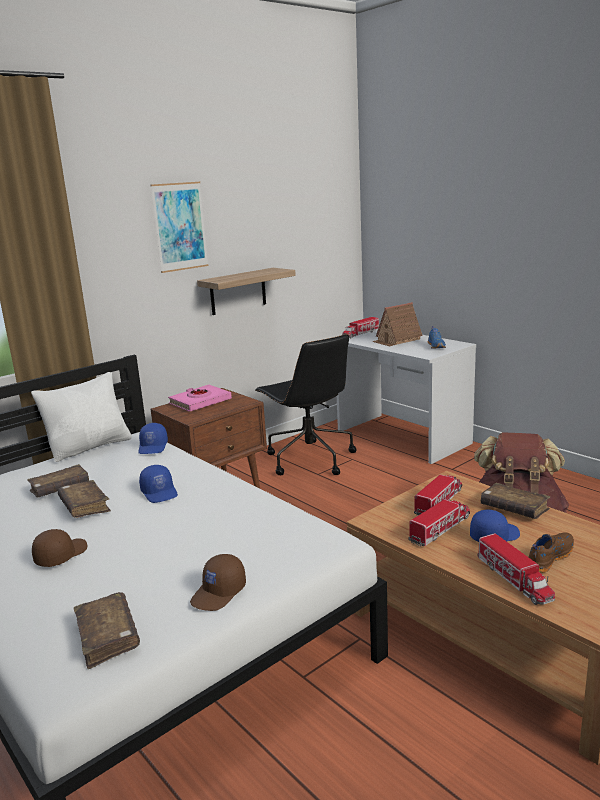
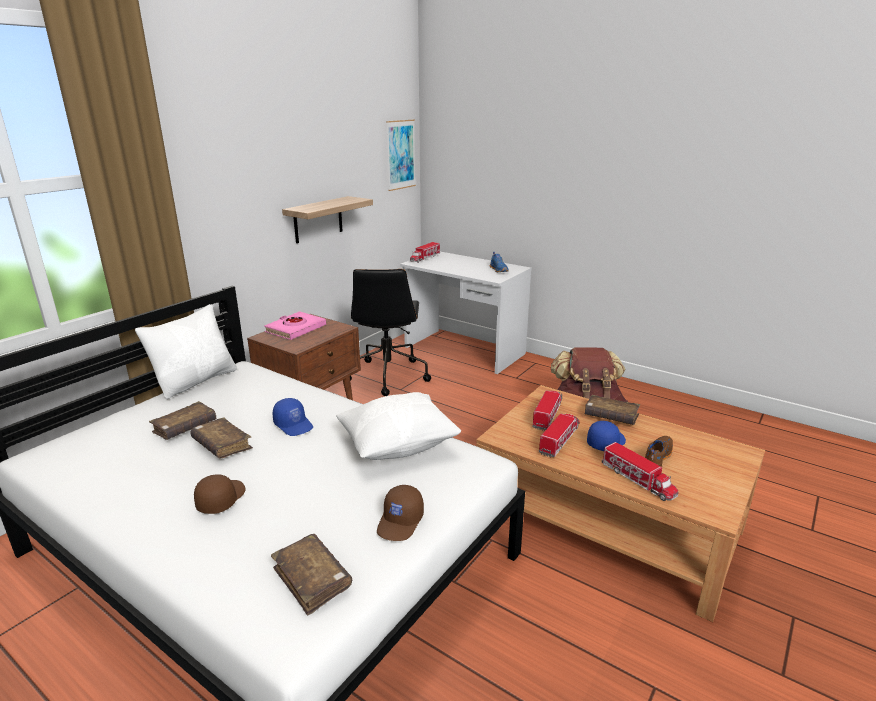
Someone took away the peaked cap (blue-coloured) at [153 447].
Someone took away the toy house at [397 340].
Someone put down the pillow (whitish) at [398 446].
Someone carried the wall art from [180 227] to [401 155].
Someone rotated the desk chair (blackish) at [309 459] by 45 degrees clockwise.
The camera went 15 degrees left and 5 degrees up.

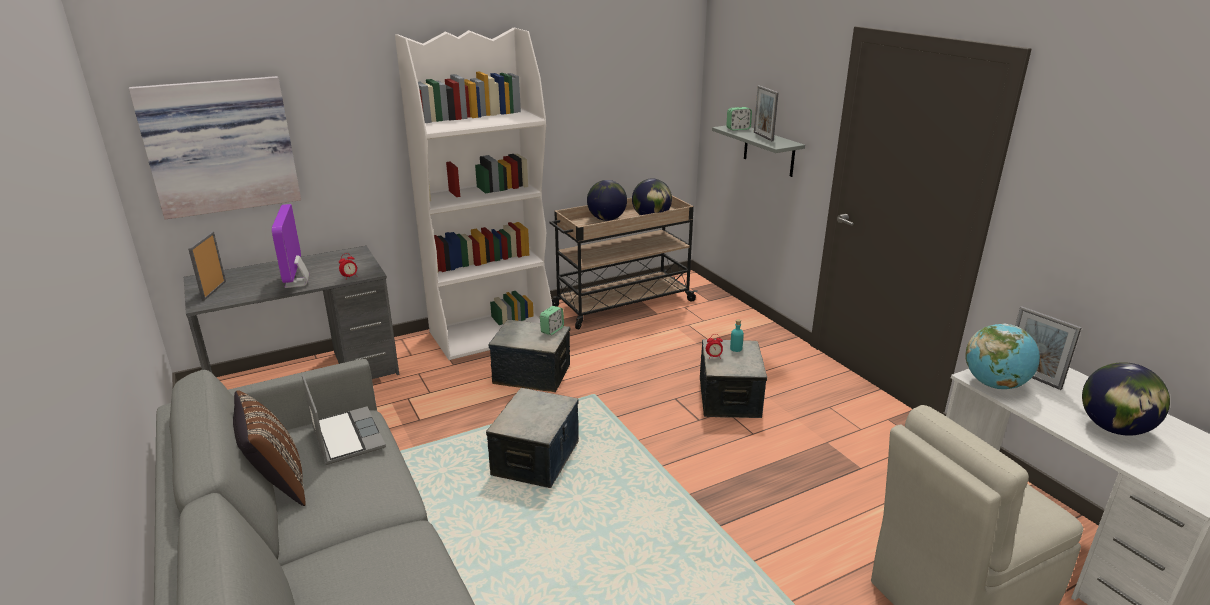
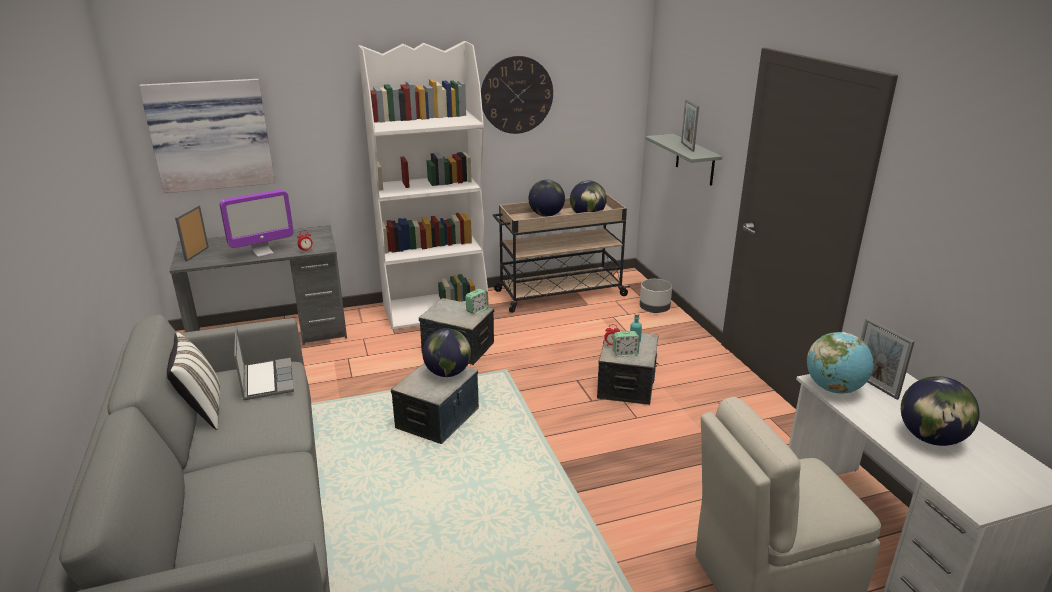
Someone put down the globe at [447 373].
Someone put up the clock on the wall at [516 95].
Someone put down the flower pot (greyish) at [654 310].
Someone carried the bedside clock from [738 129] to [625 353].
Someone repainted the pillow (brown-coloured) at [277 484], which became the pillow (whitish) at [202 411].
Someone rotated the computer screen at [297 283] by 120 degrees counterclockwise.
The camera went 10 degrees right and 0 degrees up.

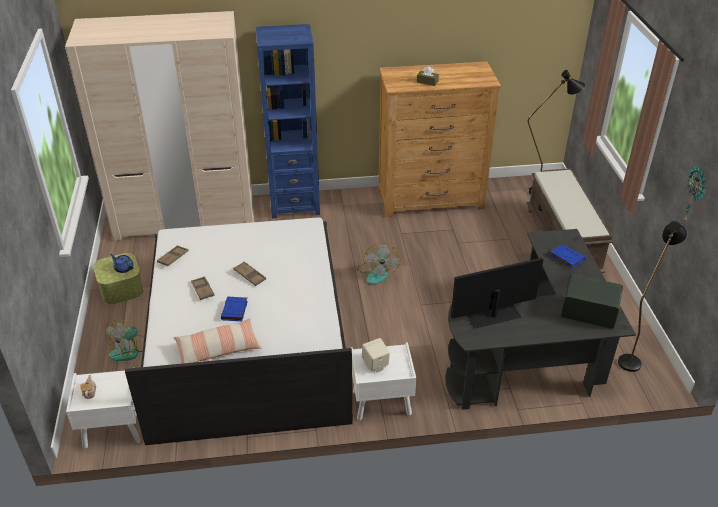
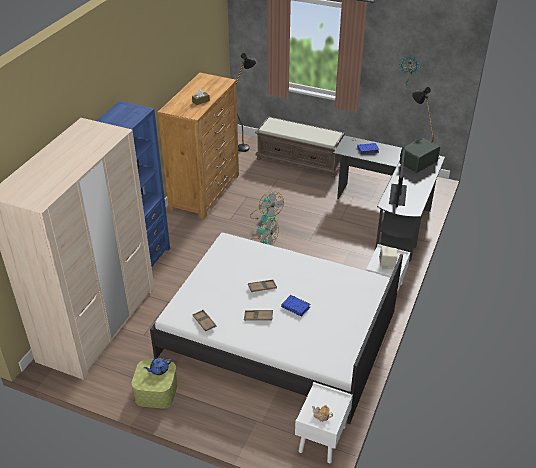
Someone took away the pillow at [218 349].
Someone carried the cooling fan from [130 350] to [266 216].
The camera went 60 degrees left and 0 degrees up.

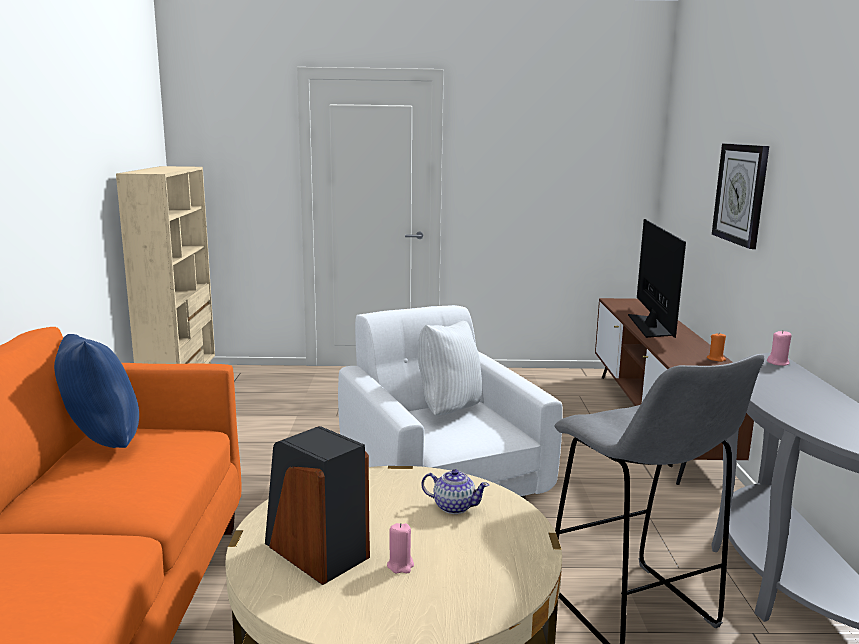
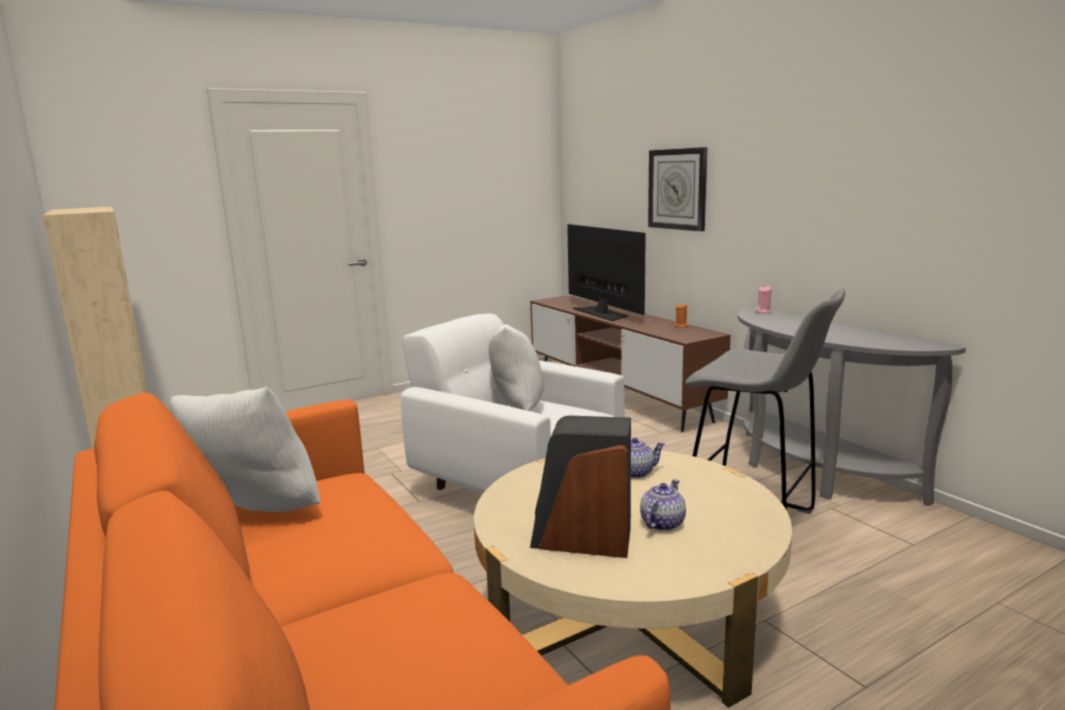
Someone swapped the wax candle (pink) at [400 565] for the tea pot at [661 523].
Someone repainted the pillow (blue-coloured) at [100 443], which became the pillow (whitish) at [254 515].
The camera went 30 degrees left and 0 degrees up.

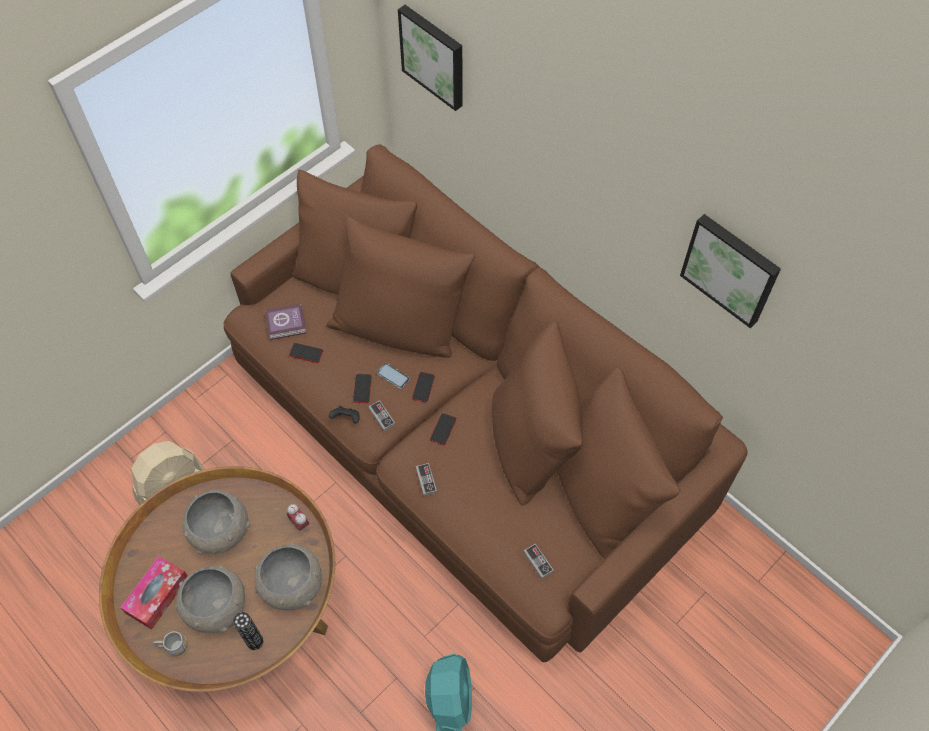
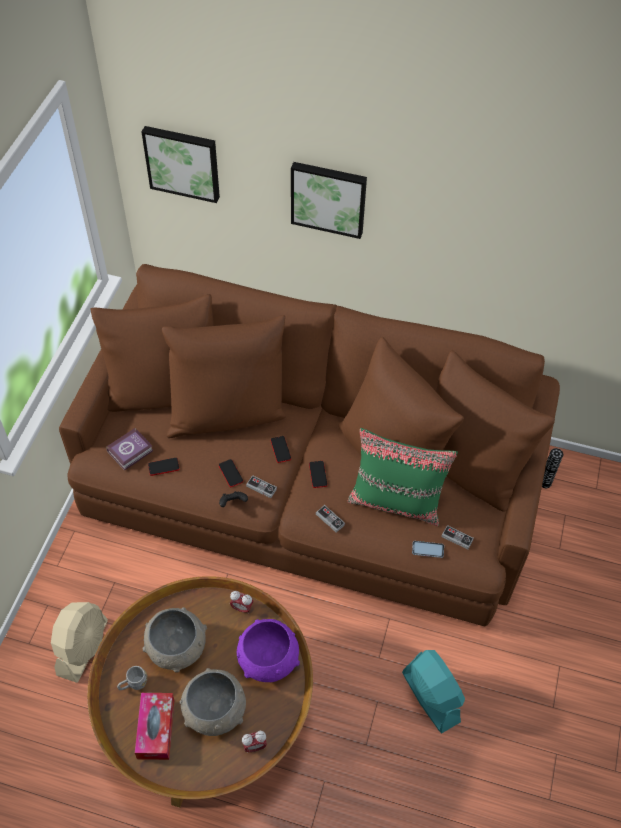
Someone put down the bedside clock at [254 746].
Someone put down the pillow (green-coloured) at [396 501].
Someone carried the coffee mug (greyish) from [173 647] to [133 684].
Someone carried the decorative vase from [255 641] to [545 483].
Someone carried the phone from [393 376] to [428 549].
Someone carried the wall art from [731 268] to [328 198].
Someone repainted the bowl (greyish) at [292 585], which became the bowl (purple) at [268 660].
The camera went 30 degrees left and 5 degrees down.

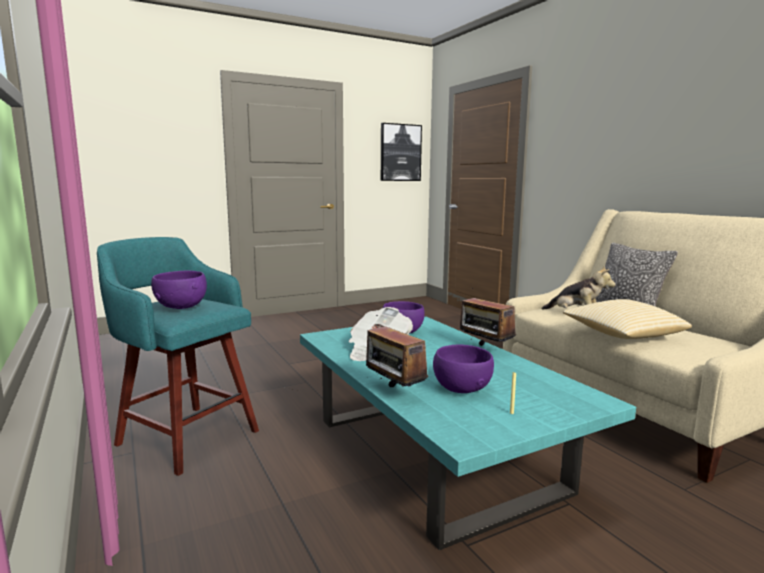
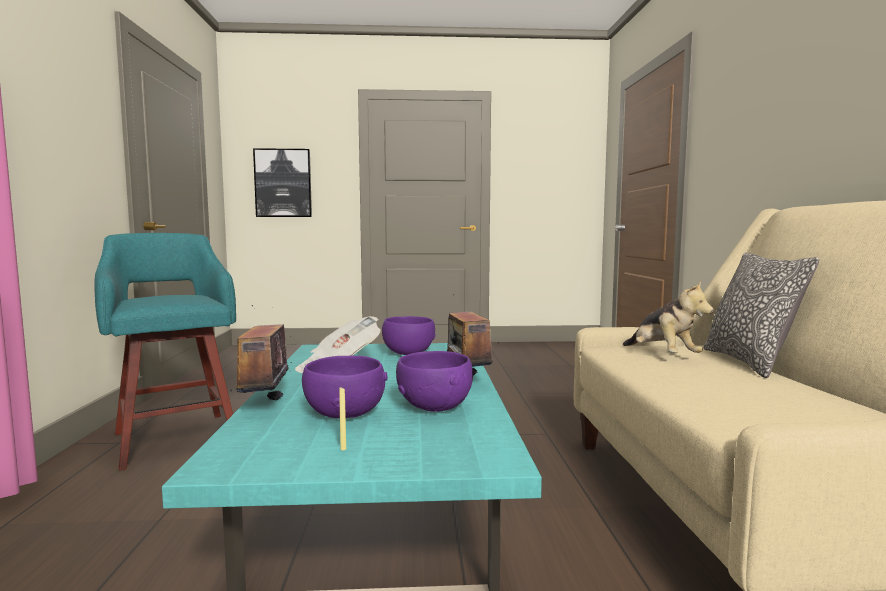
Someone took away the pillow at [622 335].
Someone carried the bowl (purple) from [181 307] to [435 407].
Someone carried the wall art from [400 152] to [283 183].
The camera went 25 degrees right and 5 degrees down.

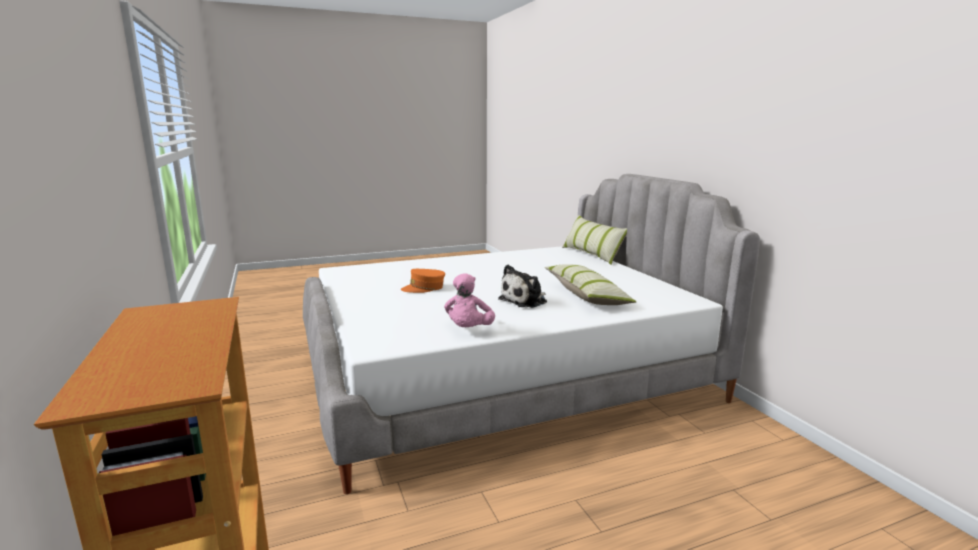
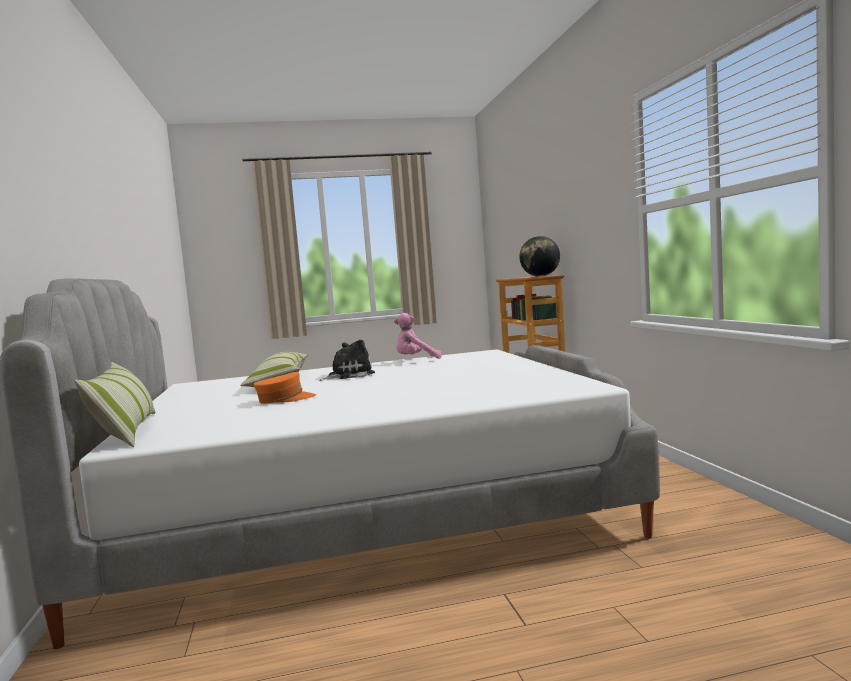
Someone put down the globe at [540 276].
Someone carried the peaked cap (orange-coloured) from [424 288] to [285 399].
Someone rotated the soft toy (pink) at [468 330] by 120 degrees counterclockwise.
The camera went 170 degrees left and 10 degrees down.

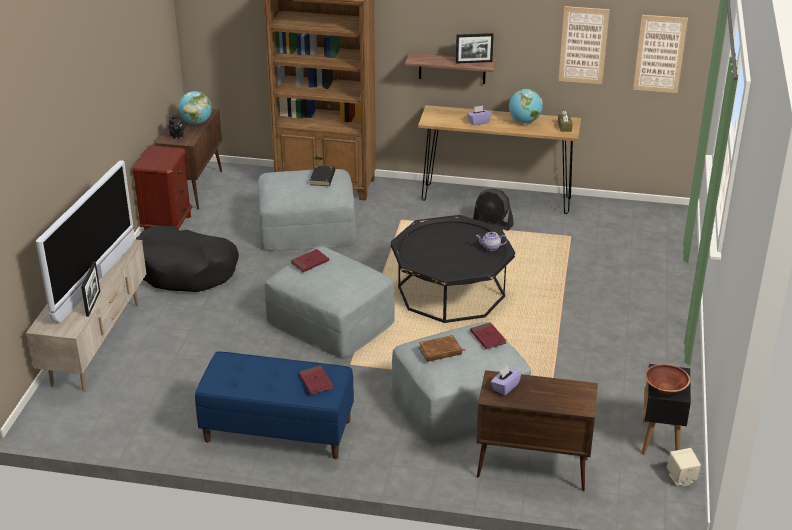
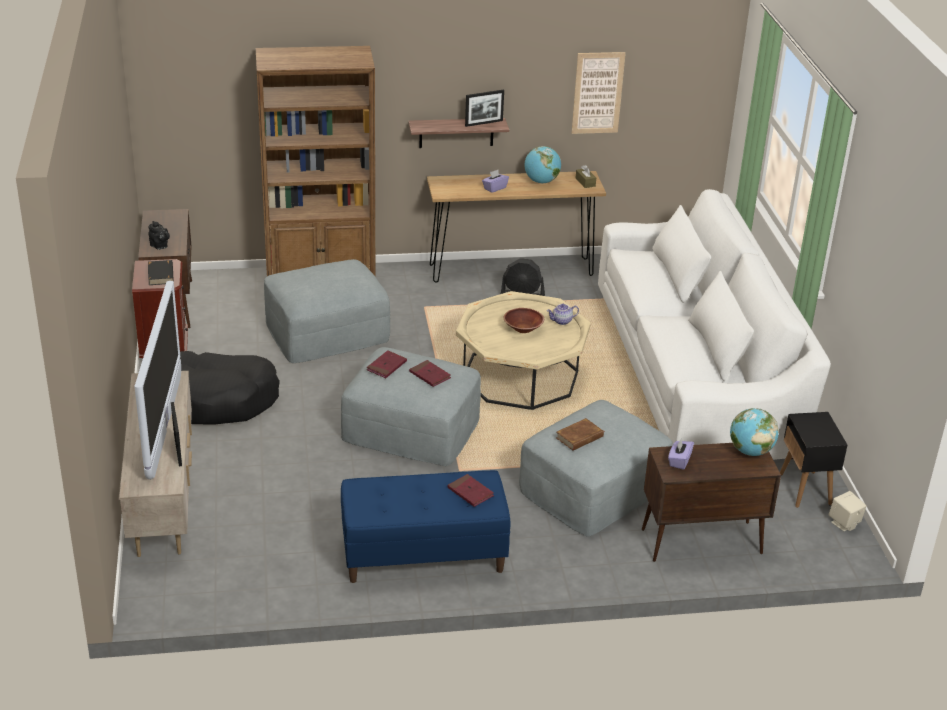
Someone took away the wall art at [660 54].
Someone put down the settee (whitish) at [695 369].
Someone carried the globe from [196 122] to [750 451].
Someone carried the book (blackish) from [322 178] to [161 275].
Someone carried the book (red) from [488 337] to [430 375].
Someone carried the bowl (brown-coloured) from [665 388] to [523 329].
Someone repainted the coffee table (blackish) at [451 292], which became the coffee table (beige) at [520 376].
The camera went 20 degrees left and 0 degrees up.

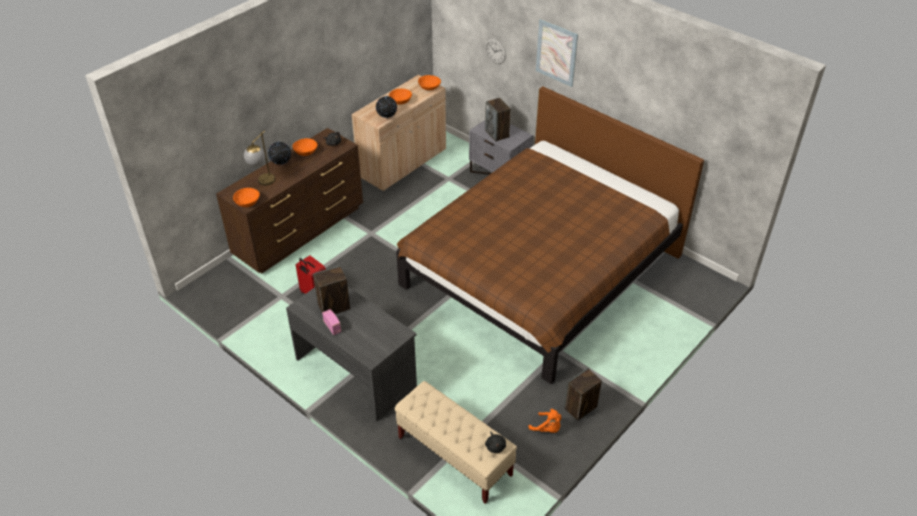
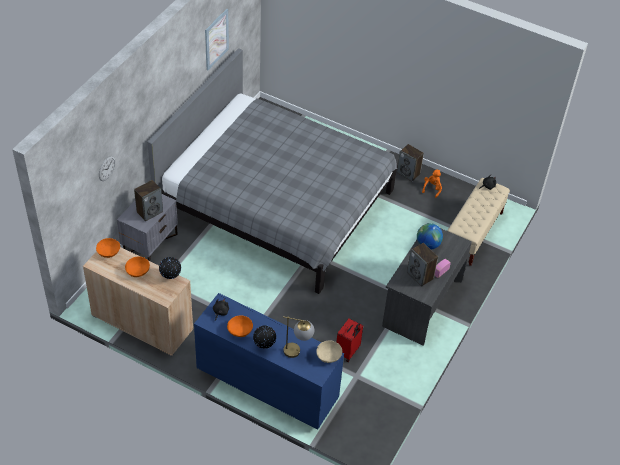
Someone put down the globe at [428 245].
Someone carried the wall art from [556 52] to [216 39].
Someone repainted the dresser (brown-coloured) at [300 231], which became the dresser (blue-coloured) at [266 385].
Someone repainted the bowl (orange-coloured) at [248 203], which became the bowl (beige) at [328 356].
Someone repainted the sleeping bed (brown-coloured) at [540 270], which became the sleeping bed (greyish) at [277 204].
The camera went 105 degrees left and 5 degrees up.

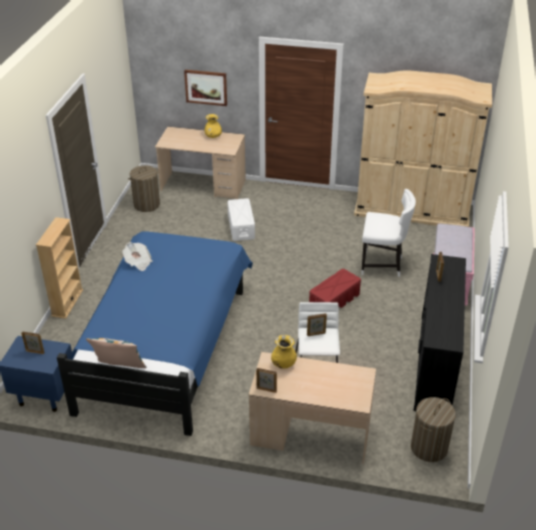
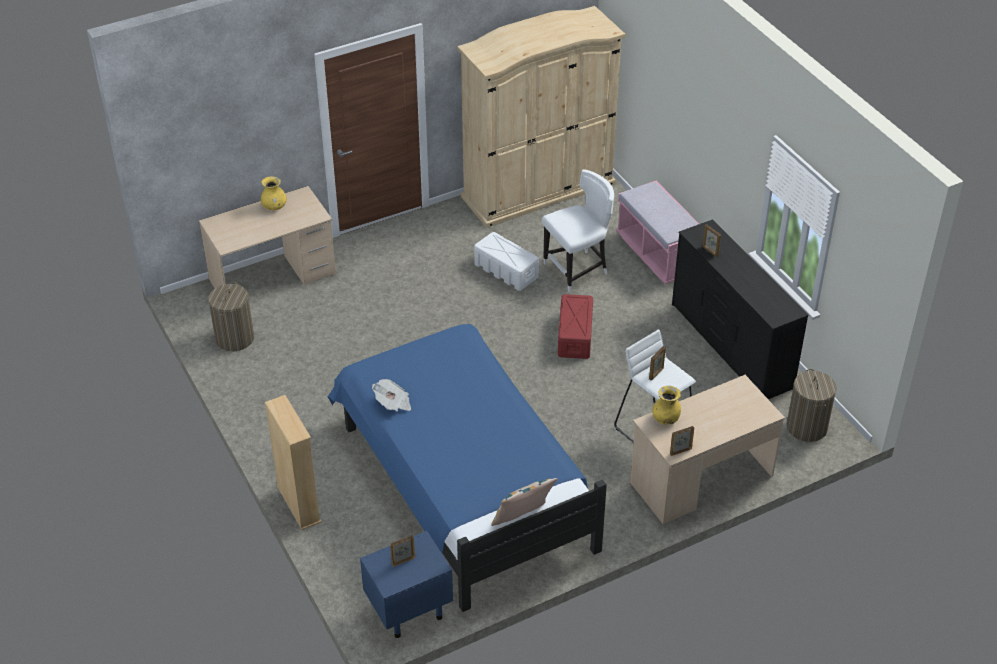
Someone took away the wall art at [206 87].
Someone carried the storage box (whitish) from [241 227] to [506 270].
The camera went 40 degrees left and 5 degrees up.

